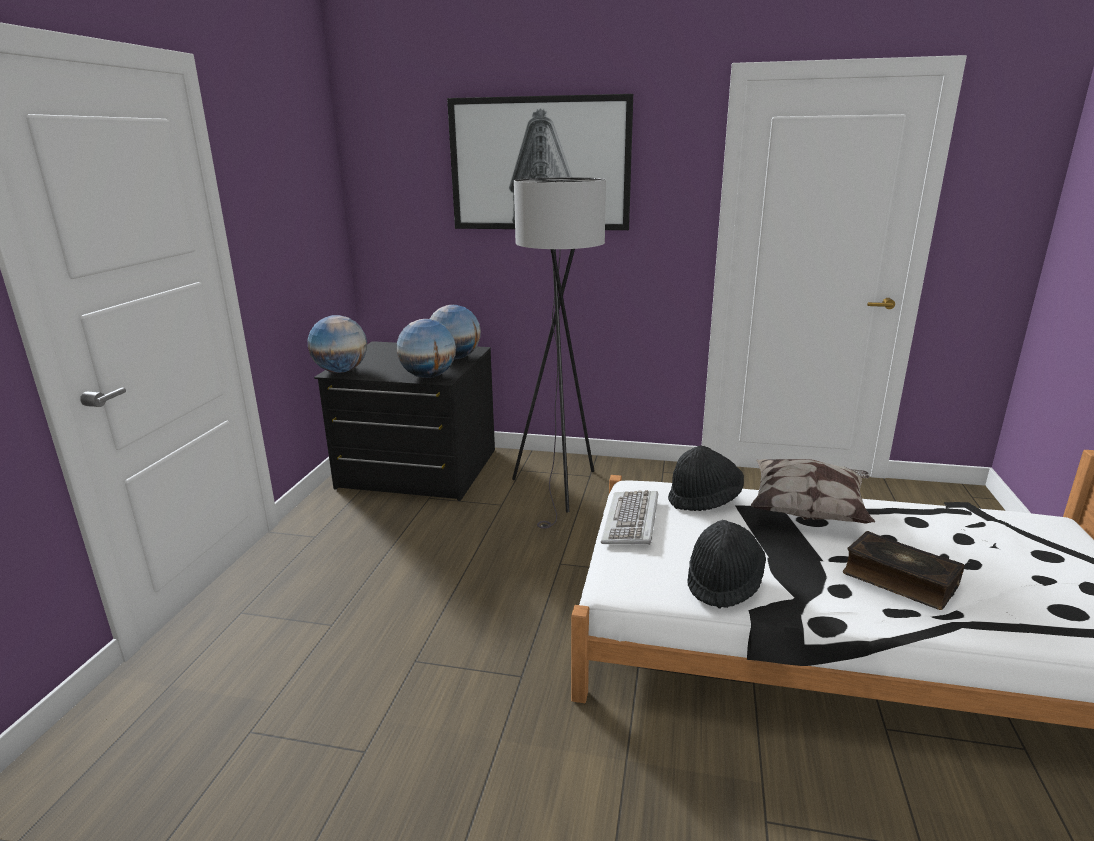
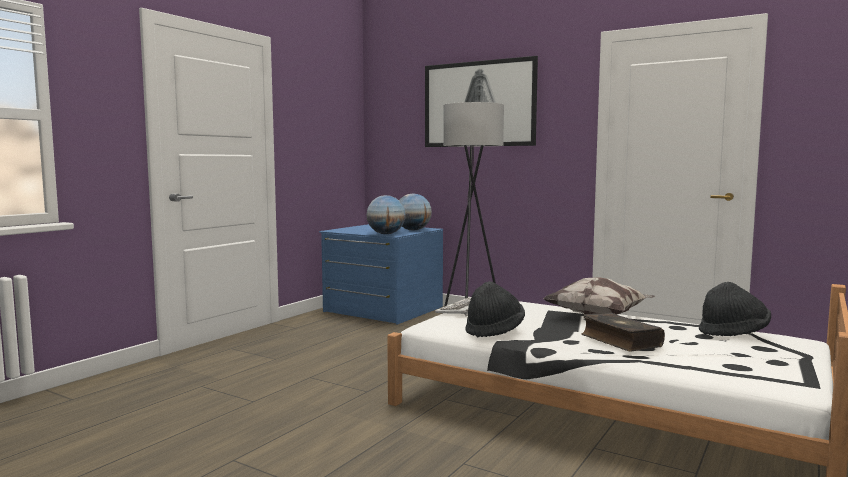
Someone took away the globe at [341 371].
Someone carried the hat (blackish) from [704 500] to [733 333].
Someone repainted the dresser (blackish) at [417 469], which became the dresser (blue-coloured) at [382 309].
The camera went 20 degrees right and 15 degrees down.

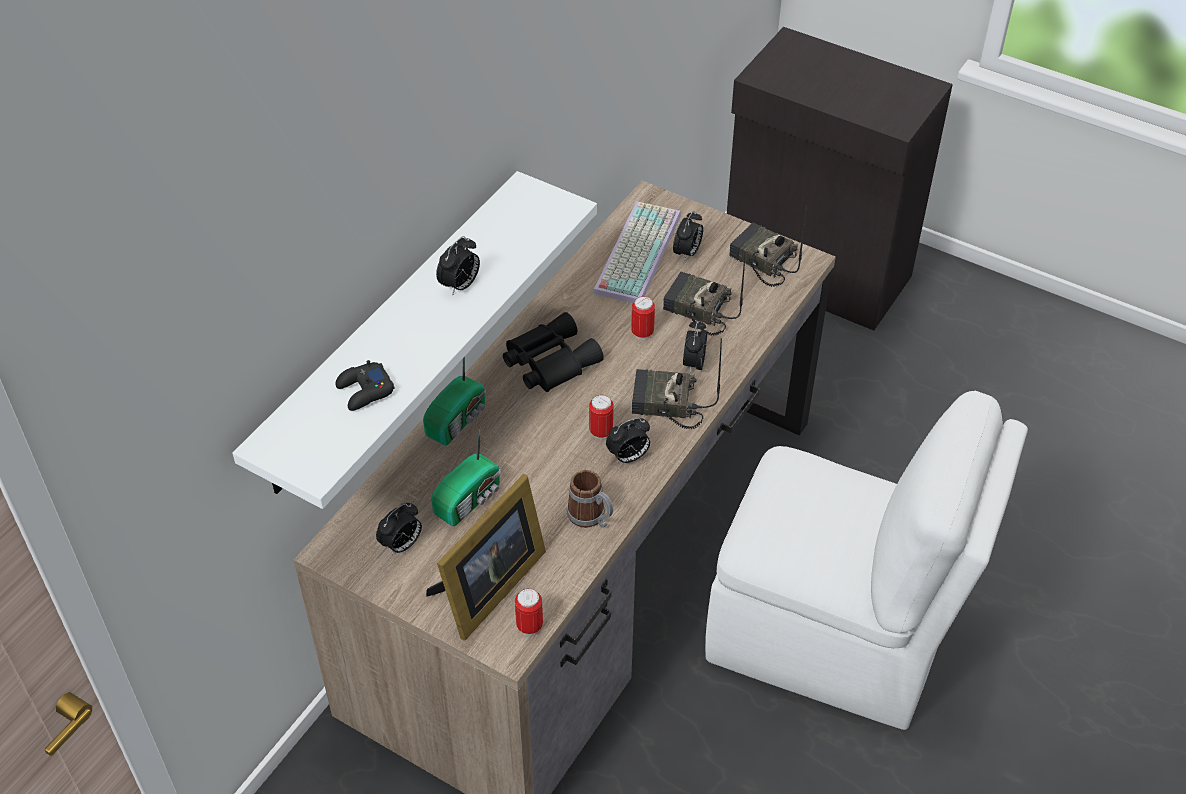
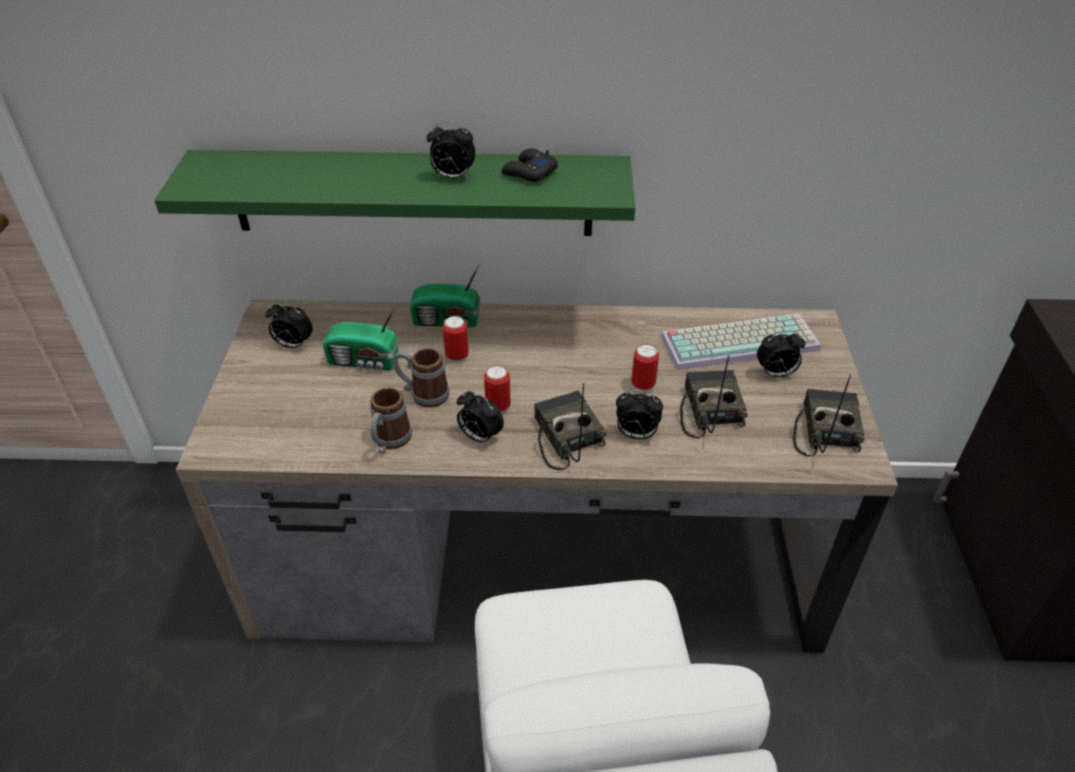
Someone took away the standing frame at [487 589].
Someone took away the pair of binoculars (blackish) at [548 361].
Someone put down the coffee mug at [423 394].
Someone carried the joypad (blackish) from [365 391] to [529 172].
Someone carried the can from [529 626] to [457 356].
Someone repainted the wall shelf (whitish) at [391 333], which became the wall shelf (green-coloured) at [412 193].
Someone rotated the bedside clock at [694 363] by 150 degrees counterclockwise.
The camera went 60 degrees right and 5 degrees down.

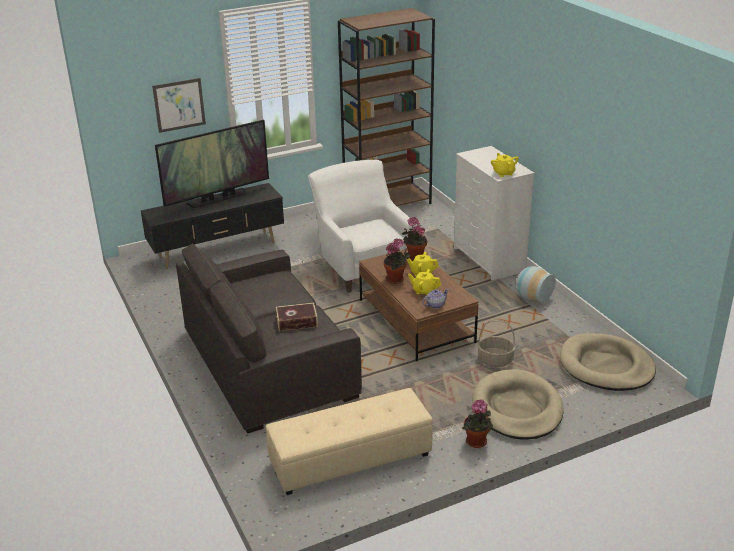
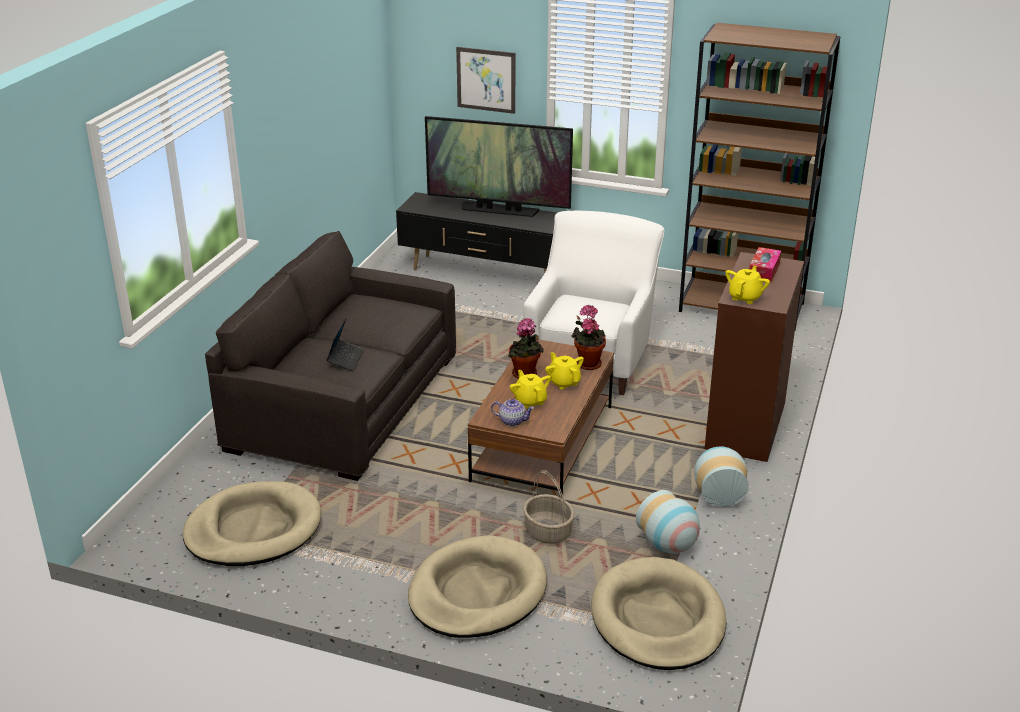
Someone took away the houseplant at [477 443].
Someone put down the decorative vase at [669 546].
Someone put down the box of tissues at [764 271].
Someone swapped the pouffe (beige) at [350 459] for the dog bed (beige) at [253 529].
Someone swapped the book at [297 322] for the notebook computer at [345 359].
Someone repainted the dresser (whitish) at [489 260], which became the dresser (brown-coloured) at [745 426].
The camera went 45 degrees right and 0 degrees up.

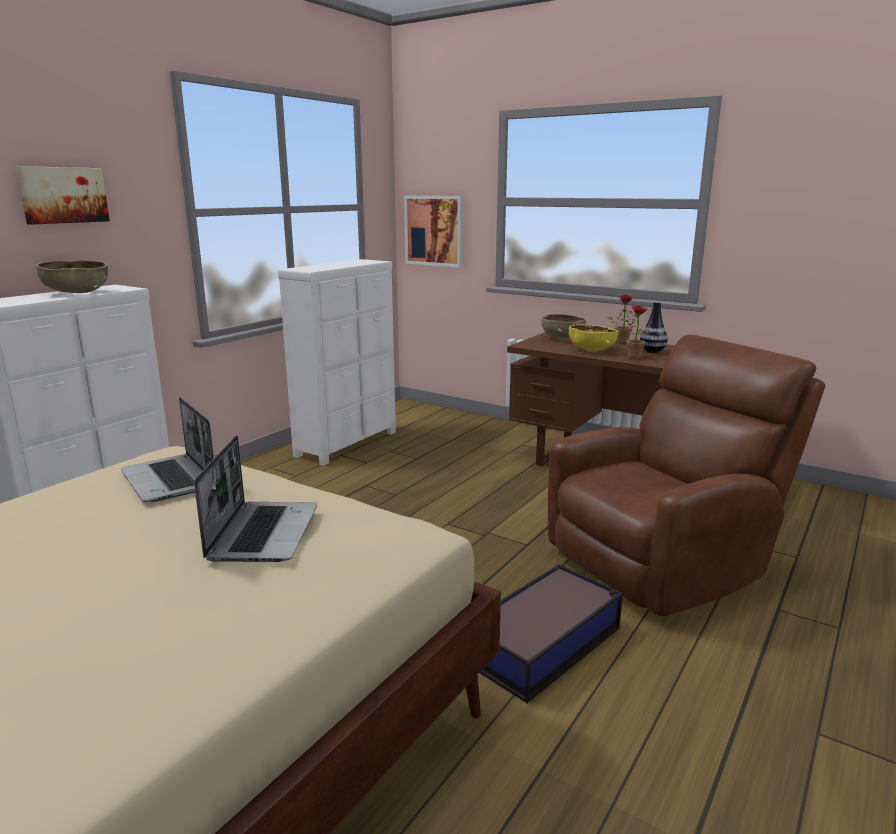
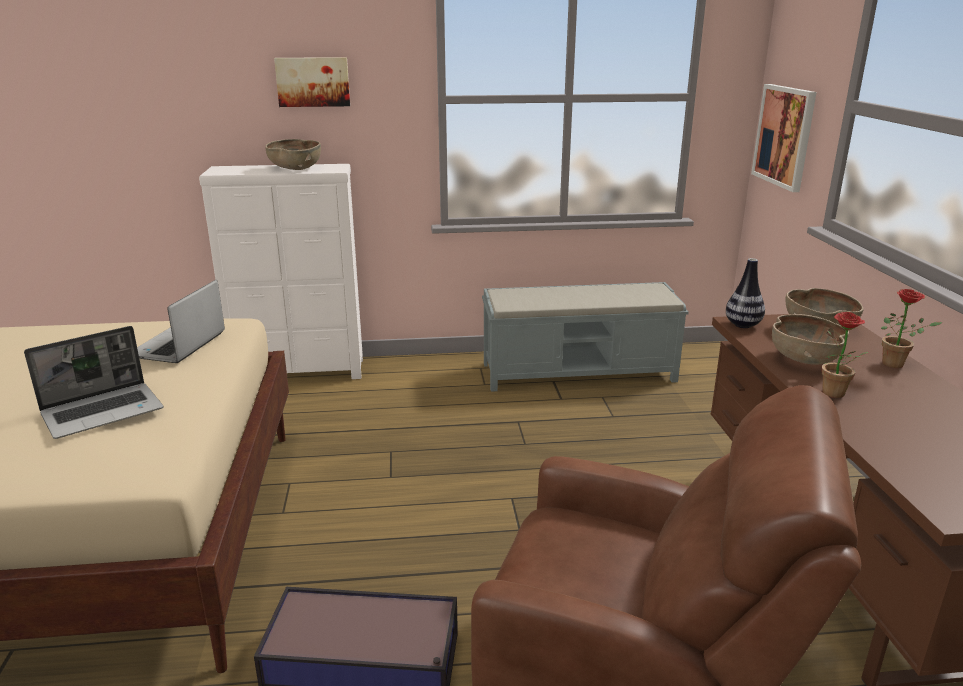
Someone carried the decorative vase from [652 351] to [743 325].
Someone swapped the dresser (whitish) at [348 444] for the bench (greyish) at [579 372].
Someone repainted the bowl (yellow-coloured) at [591 350], which became the bowl (brown-coloured) at [804 359].
The camera went 50 degrees right and 5 degrees up.

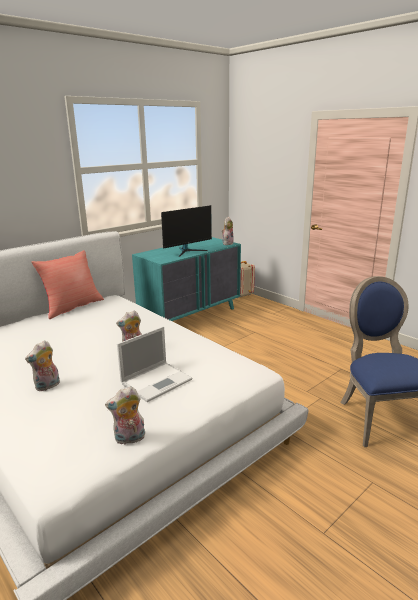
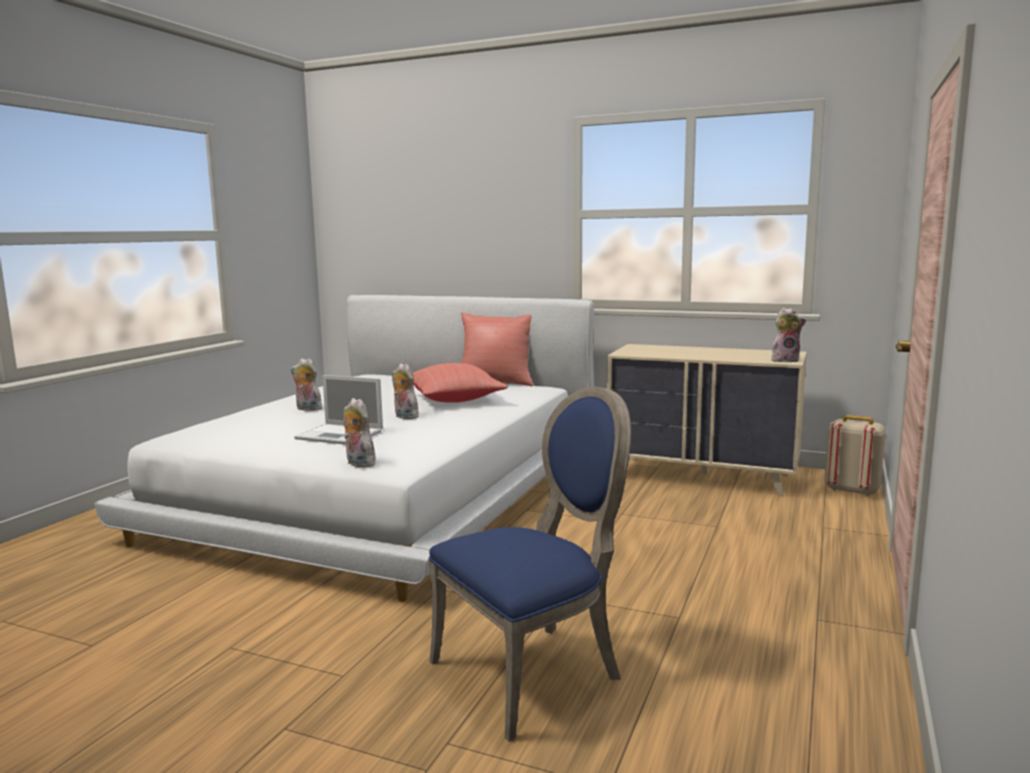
Someone took away the computer screen at [187 251].
Someone put down the pillow (red) at [455 400].
Someone carried the soft toy from [129 439] to [358 464].
Someone repainted the dresser (blue-green) at [190 315], which became the dresser (beige) at [703 476].
The camera went 65 degrees right and 10 degrees down.

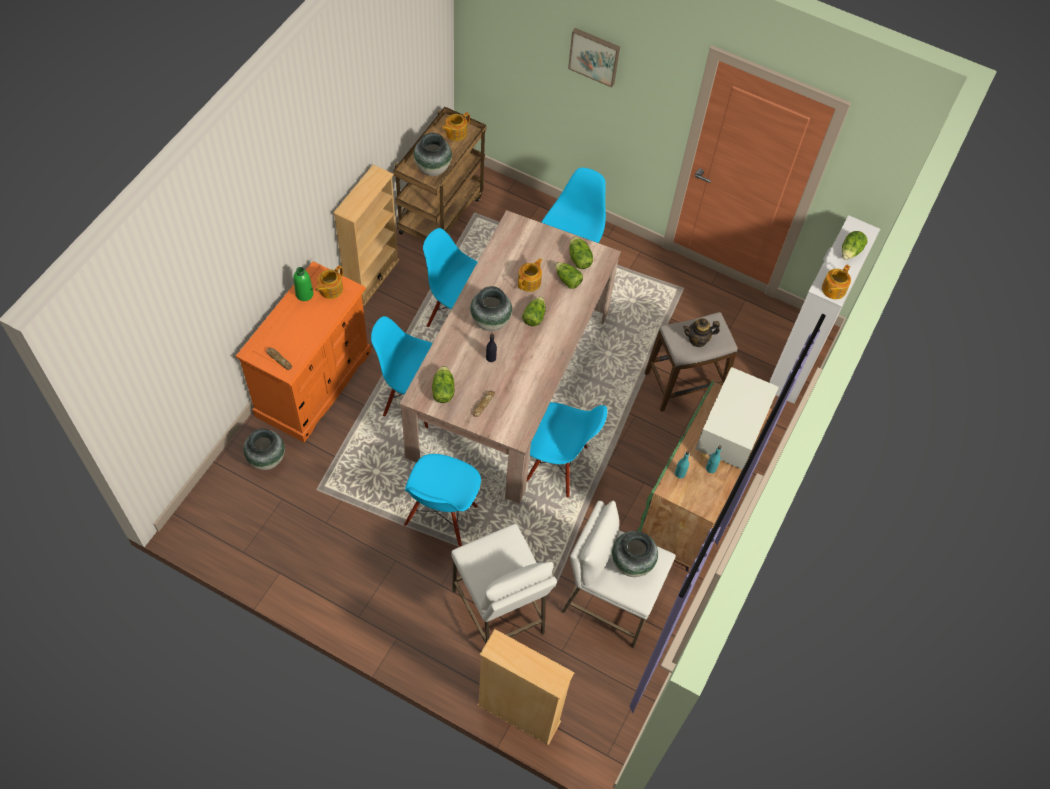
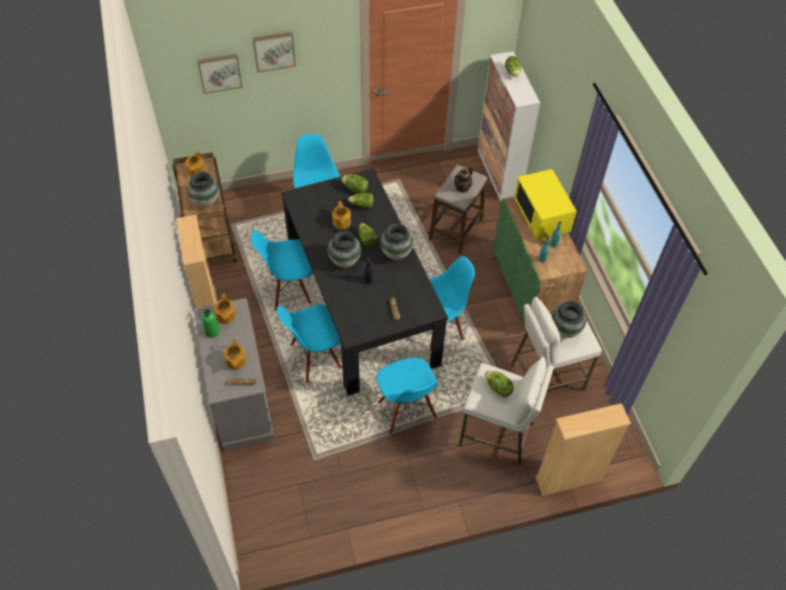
Someone put up the wall art at [219 72].
Someone carried the decorative vase from [266 459] to [396 253].
Someone carried the lettuce head from [442 391] to [498 388].
Someone carried the tea pot from [833 289] to [236 361].
Someone repainted the dresser (orange-coloured) at [314 383], which became the dresser (greyish) at [241 399].
Someone repainted the kitchen table (beige) at [510 383], which became the kitchen table (blackish) at [361 303].
Someone repainted the microwave oven (whitish) at [732 431], which became the microwave oven (yellow-coloured) at [542 216].
The camera went 40 degrees left and 5 degrees down.

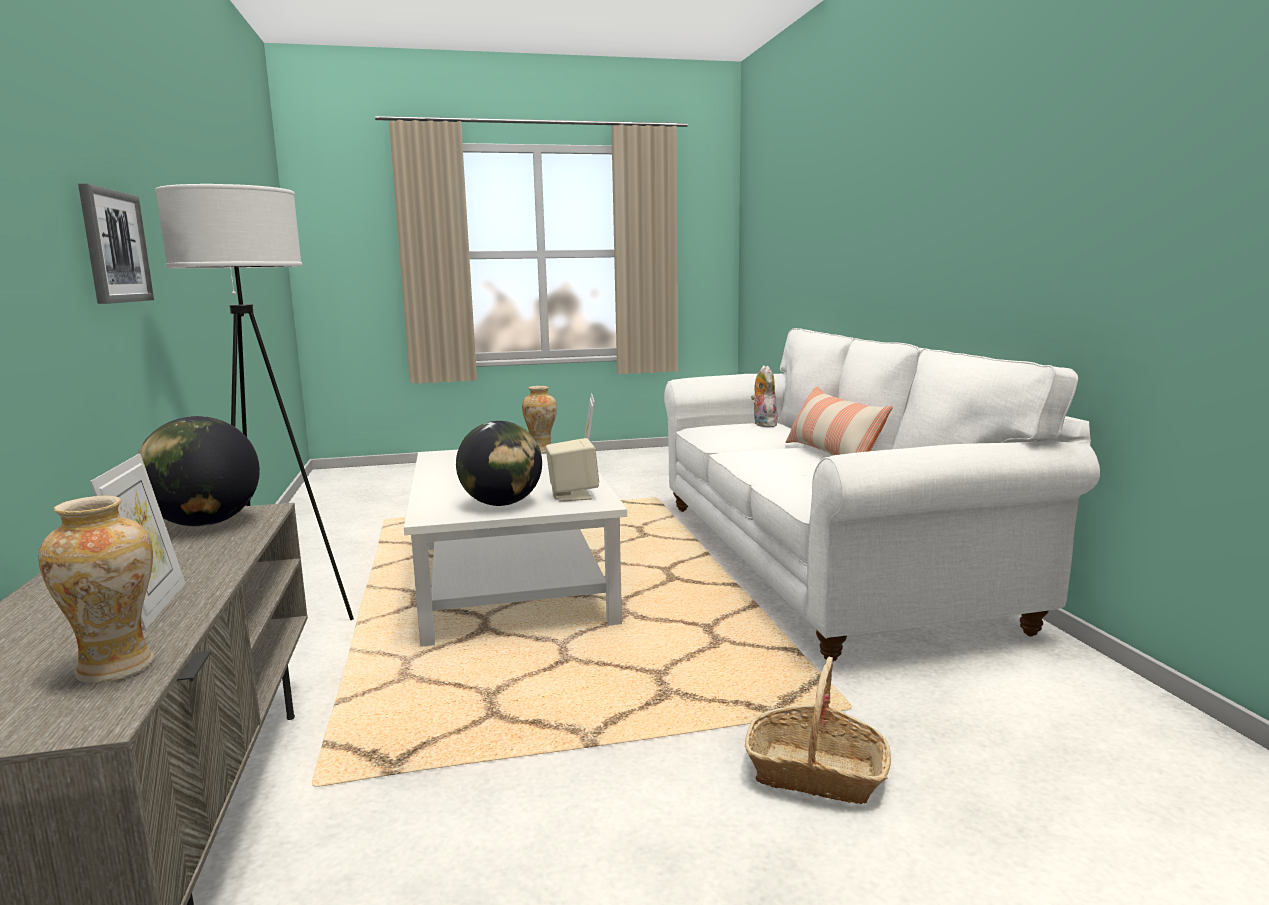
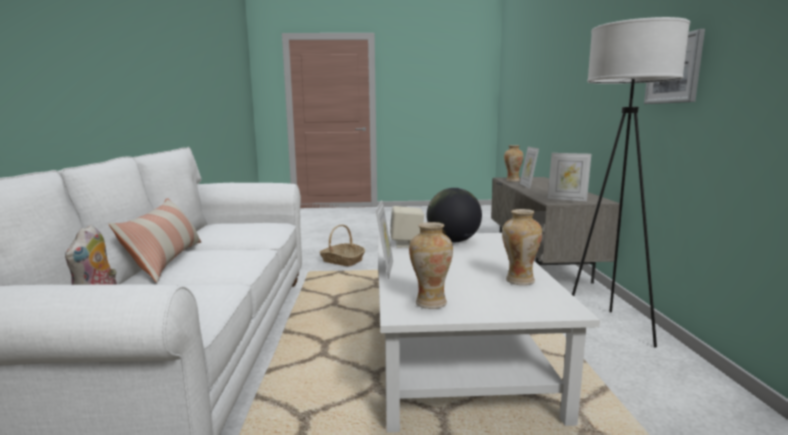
Someone put down the decorative vase at [519 280].
Someone swapped the globe at [206 523] for the standing frame at [567 199].
The camera went 170 degrees left and 0 degrees up.

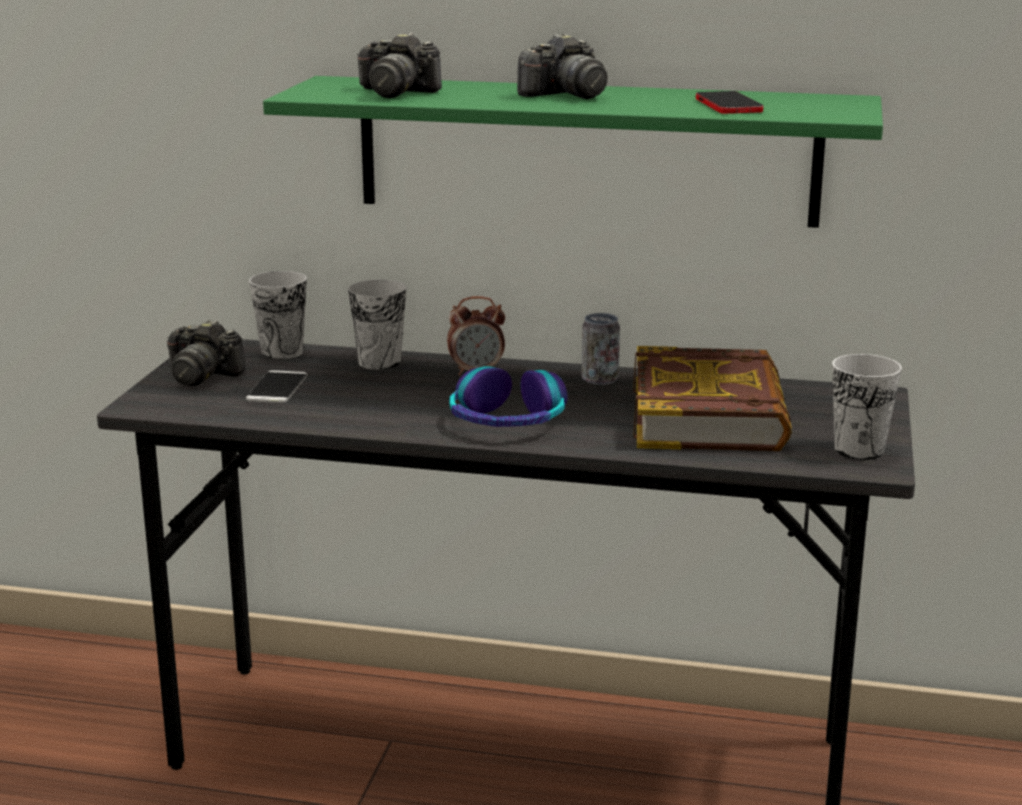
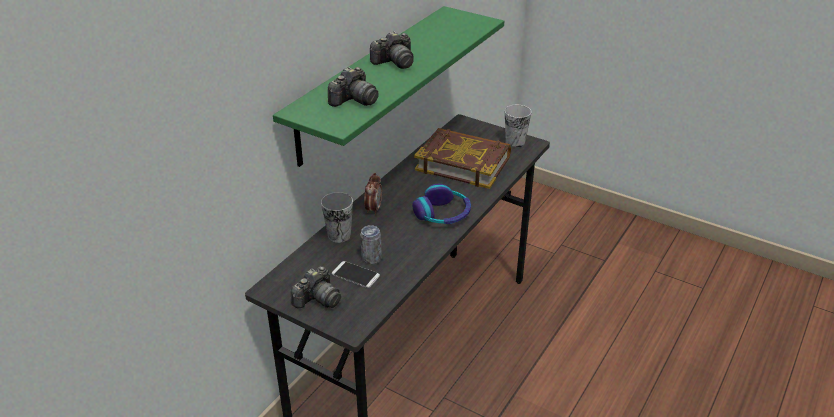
Someone took away the cup at [282 352].
Someone took away the phone at [728 105].
Someone carried the can from [599 379] to [371 258].
Someone rotated the photo camera at [566 95] by 75 degrees clockwise.
The camera went 70 degrees left and 15 degrees up.

